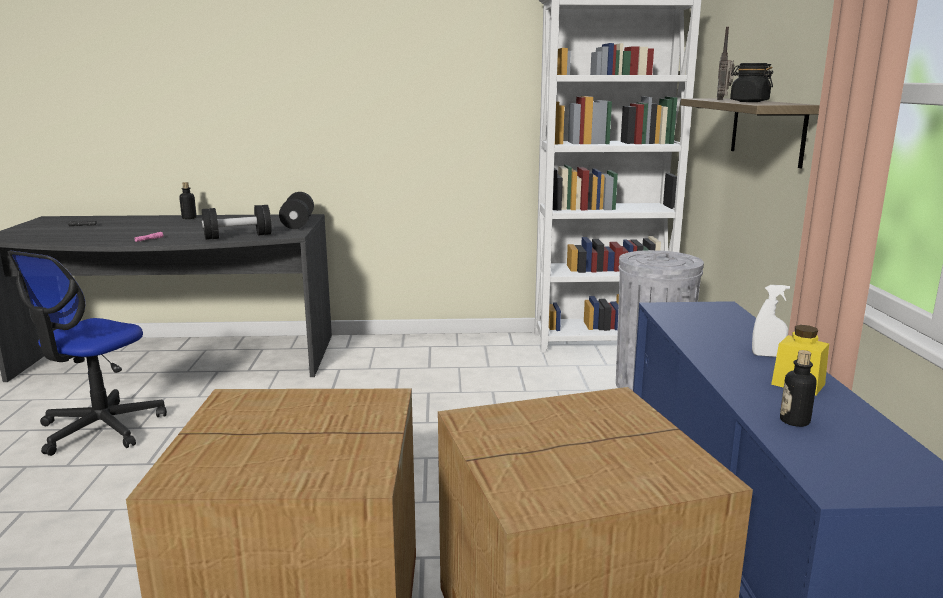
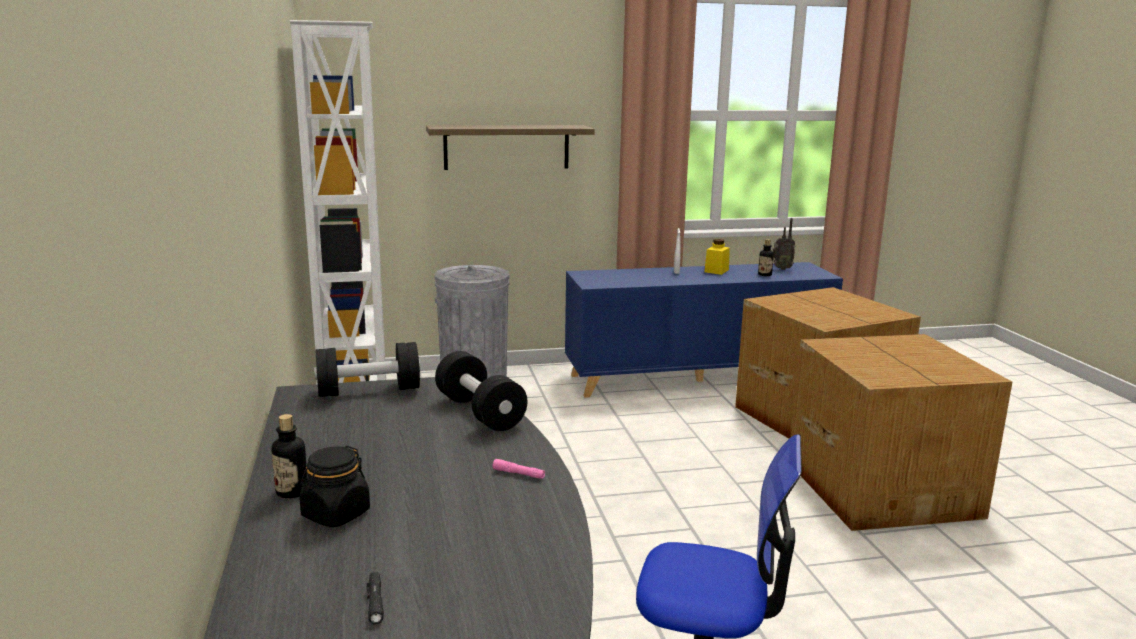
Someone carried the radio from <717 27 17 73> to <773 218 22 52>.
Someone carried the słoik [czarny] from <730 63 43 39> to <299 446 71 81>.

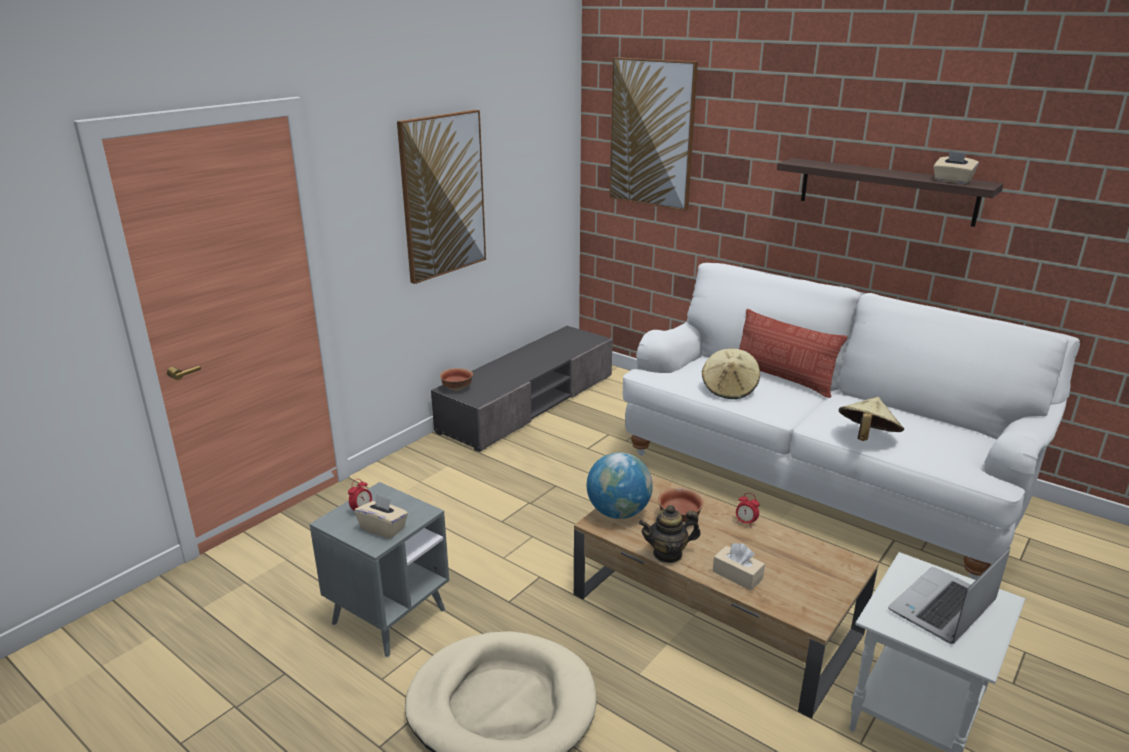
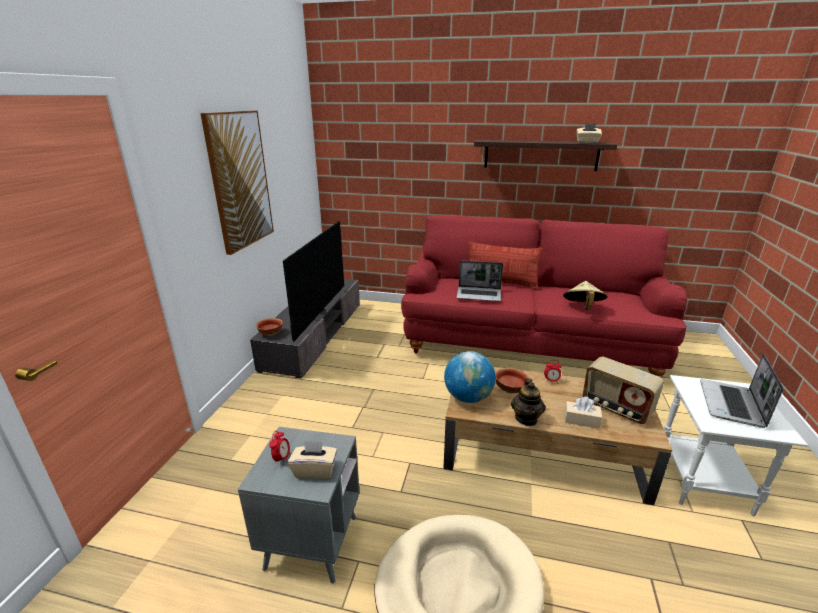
Someone took away the obraz at <609 57 89 154>.
Someone put down the telewizor at <283 221 61 121>.
Someone put down the radio at <582 356 82 68>.
Someone swapped the kapelusz [beżowy] at <702 348 58 51> for the laptop at <456 260 47 42>.
Someone repainted the kanapa [biały] at <623 263 457 317>, which became the kanapa [czerwony] at <401 215 286 163>.
Someone rotated the imbryk at <639 505 62 58> by 45 degrees counterclockwise.

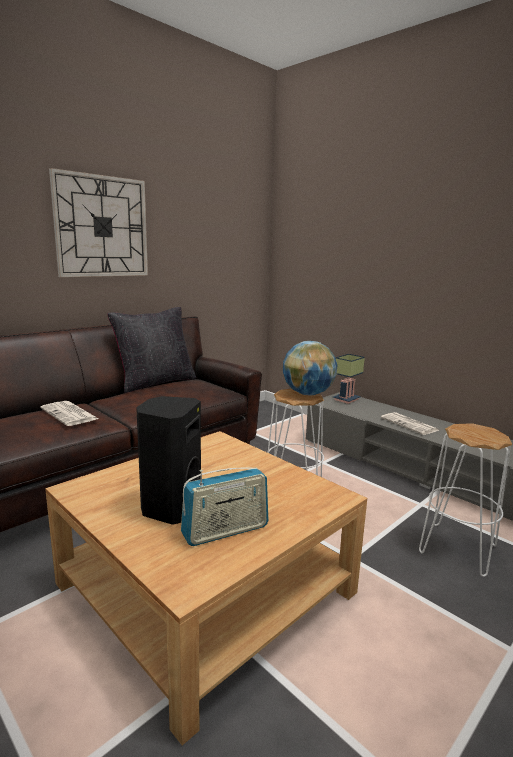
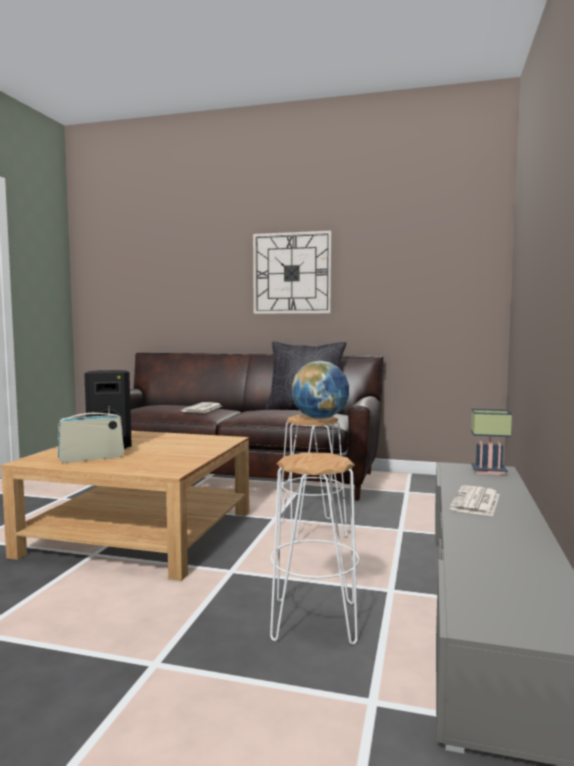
Someone rotated the radio at <181 467 88 79> by 120 degrees clockwise.

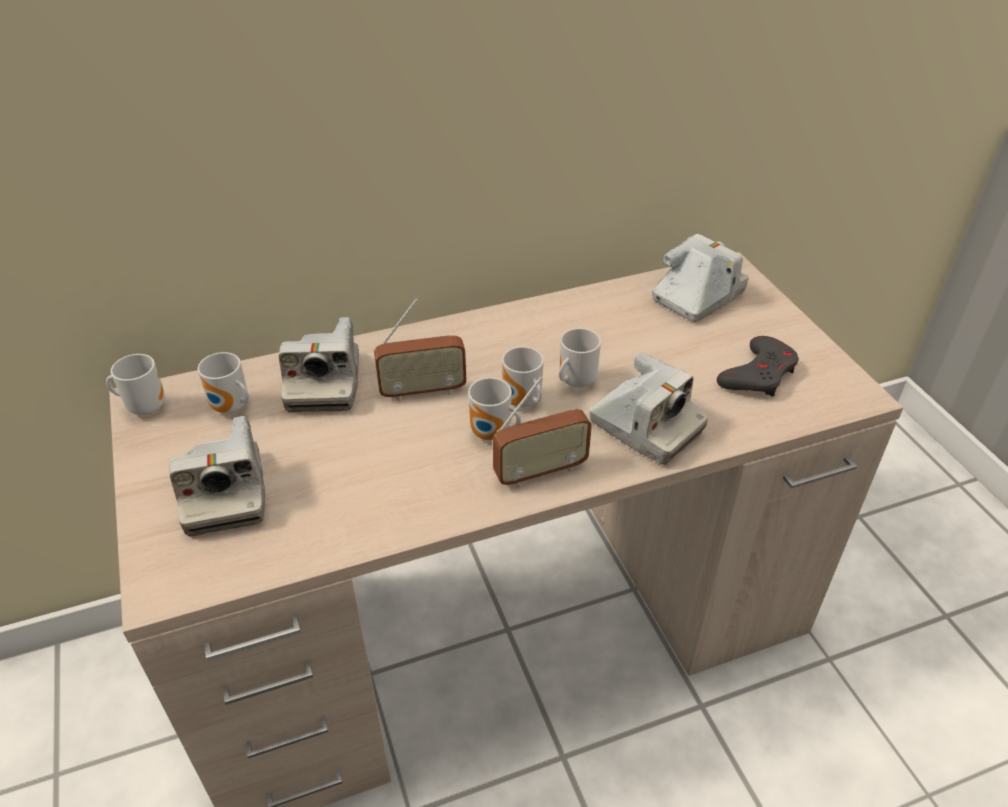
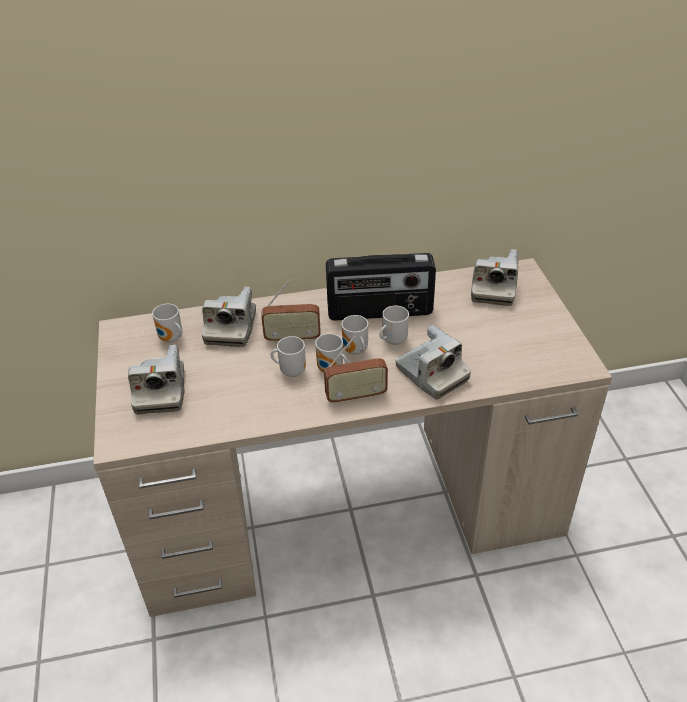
Someone took away the pad do gier [szary] at <717 336 82 61>.
Someone put down the radio at <326 253 110 68>.
Someone carried the kubek from <106 354 59 61> to <271 336 35 41>.
Someone rotated the aparat fotograficzny at <652 234 97 88> by 135 degrees clockwise.

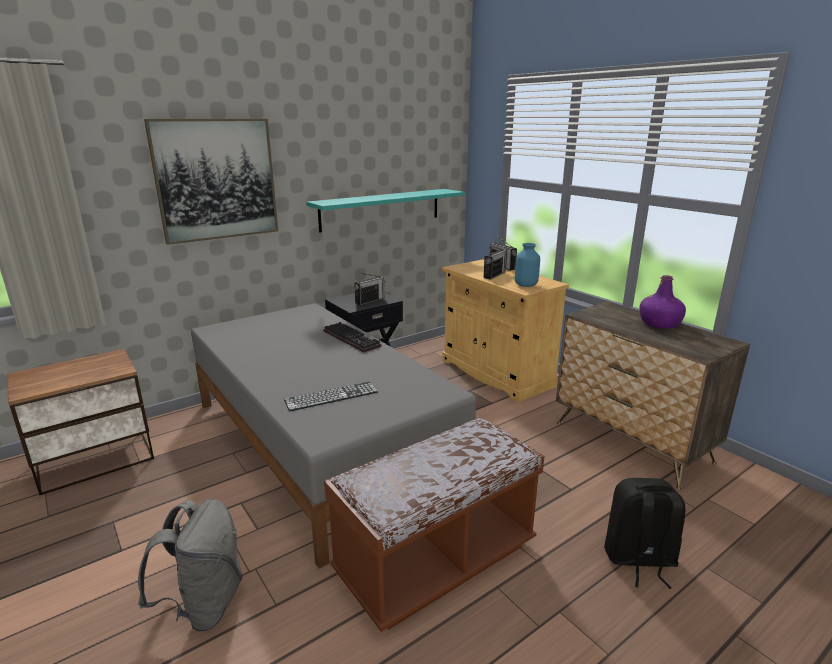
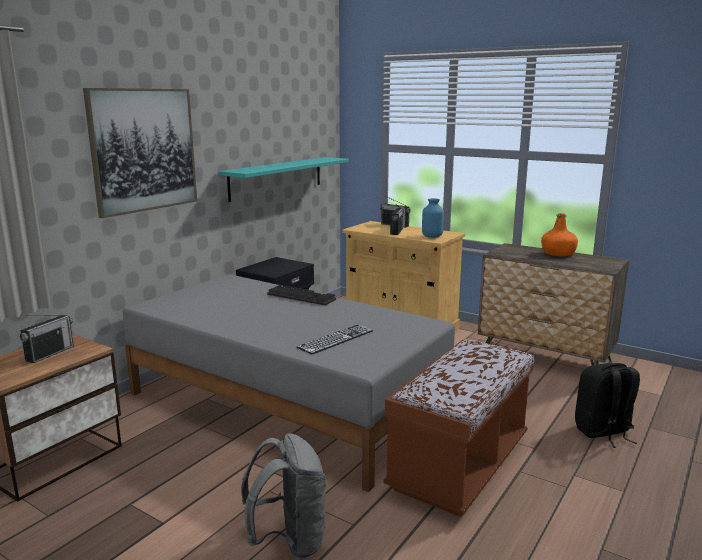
Someone carried the radio from <354 273 32 32> to <19 314 55 49>.
Someone repainted the butelka [fioletowy] at <640 275 46 54>, which became the butelka [pomarańczowy] at <541 213 37 43>.

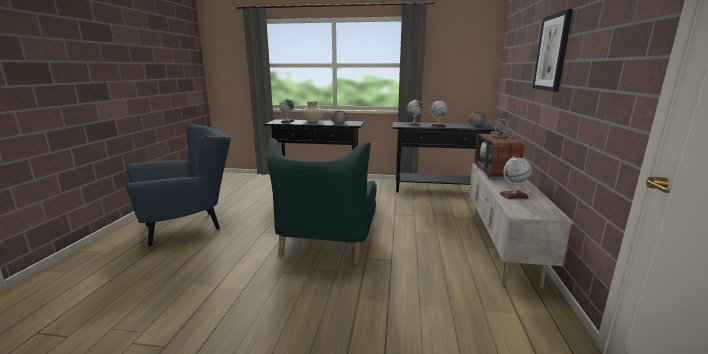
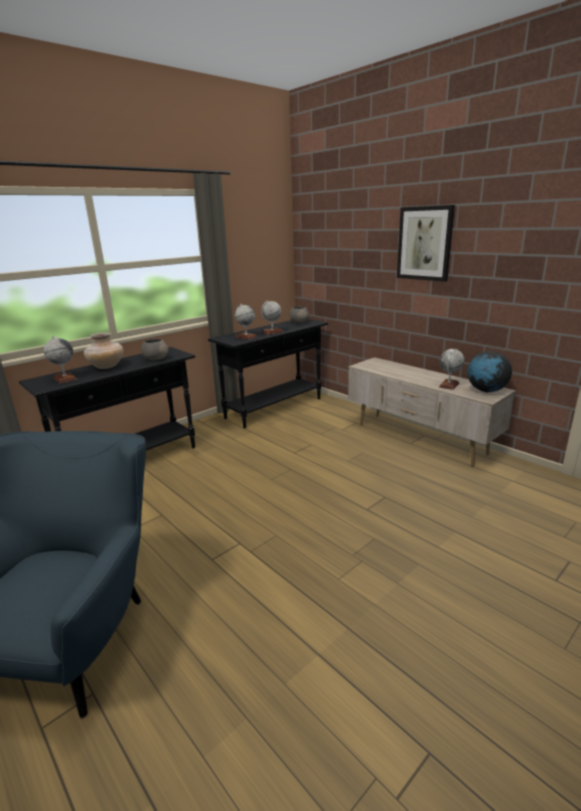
Someone took away the fotel [zielony] at <266 138 111 126>.
Someone took away the telewizor at <474 107 50 77>.
Someone put down the globus at <467 351 45 41>.

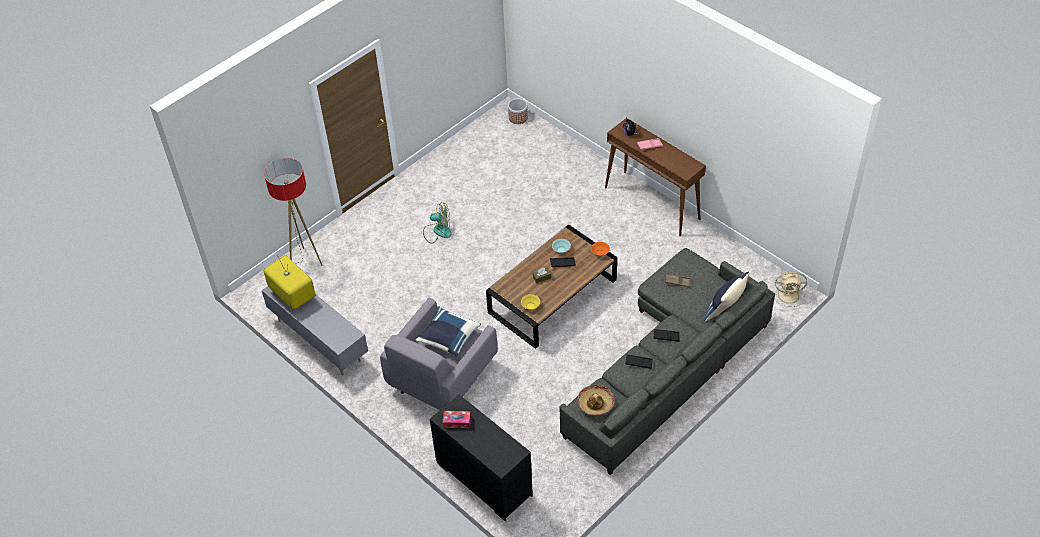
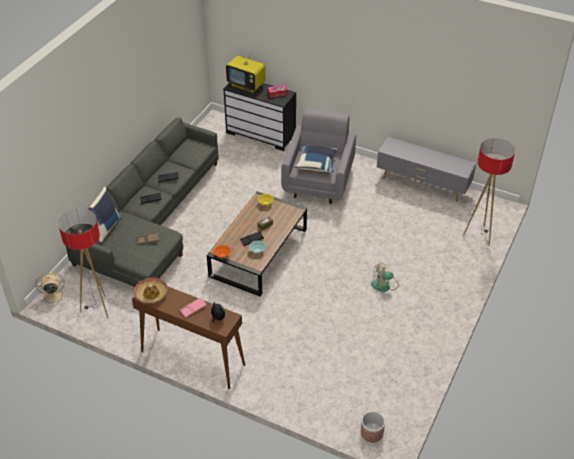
Someone put down the lampa stojąca at <58 208 50 110>.
Someone carried the telewizor from <264 255 52 55> to <226 52 40 41>.
Someone carried the kapelusz from <577 385 37 30> to <134 277 34 26>.

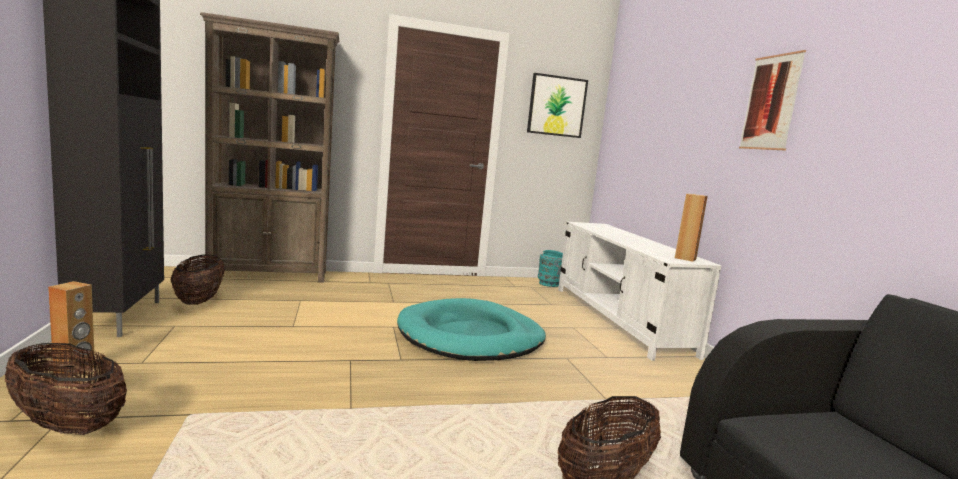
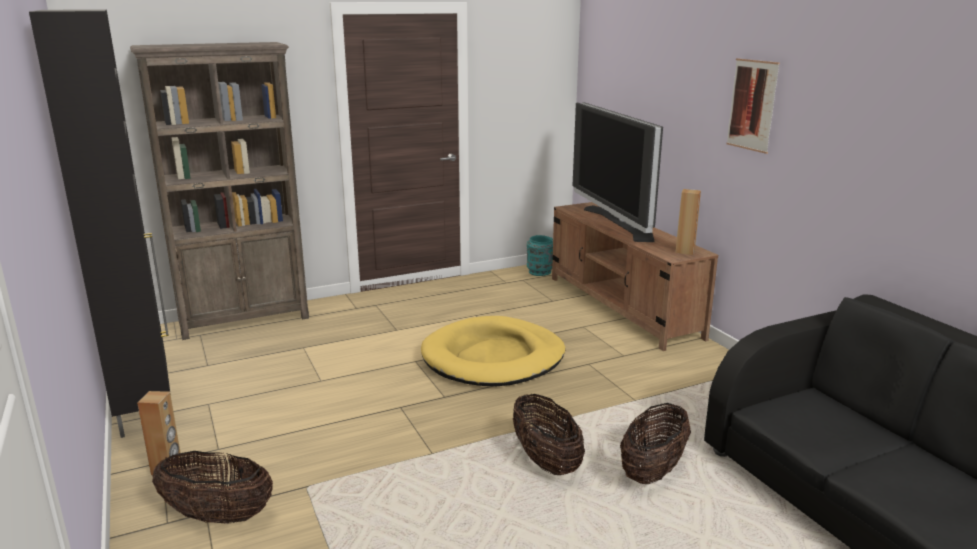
Someone took away the obraz at <527 73 61 65>.
Someone put down the telewizor at <573 102 90 140>.
Someone carried the koszyk from <171 254 54 51> to <513 394 72 81>.
Someone repainted the legowisko [turkusowy] at <397 298 149 63>, which became the legowisko [żółty] at <421 316 144 70>.
Someone repainted the szafka pod telewizor [biały] at <558 222 164 139>, which became the szafka pod telewizor [brązowy] at <552 202 166 149>.

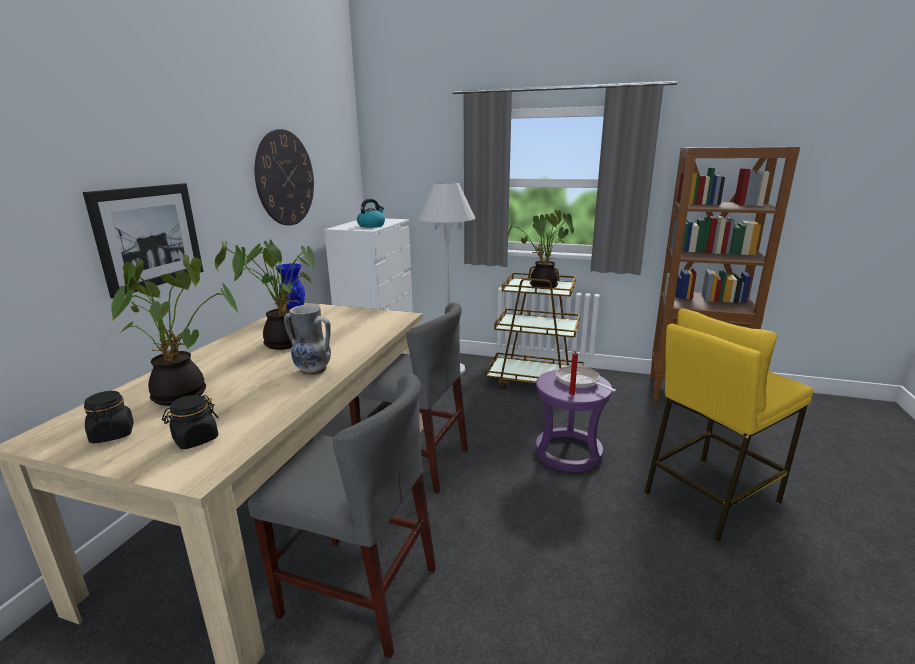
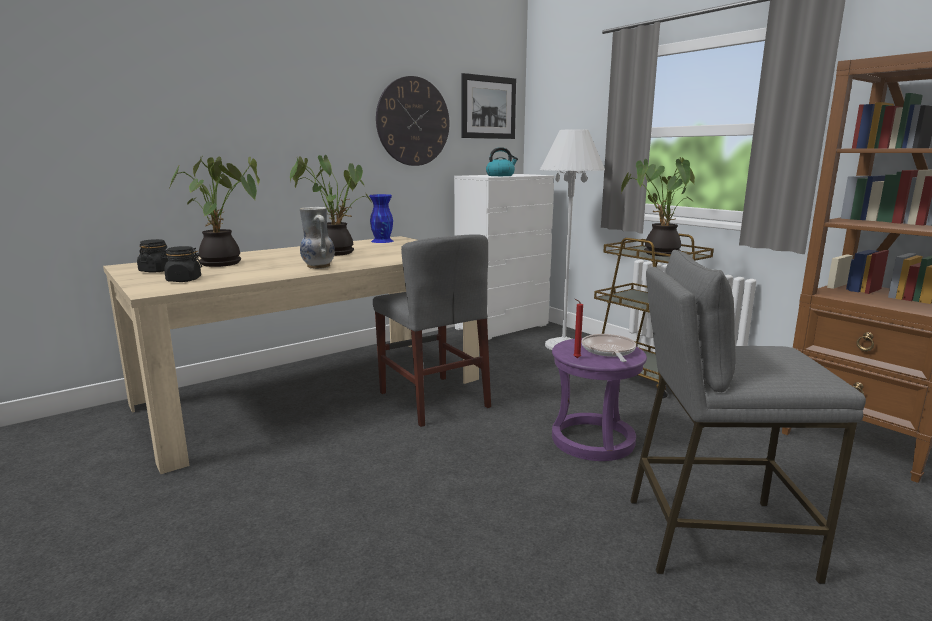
Someone took away the krzesło [szary] at <248 373 188 285>.
Someone carried the obraz from <83 183 120 116> to <461 73 55 66>.
Someone repainted the stołek [żółty] at <644 308 169 234>, which became the stołek [szary] at <630 250 236 334>.

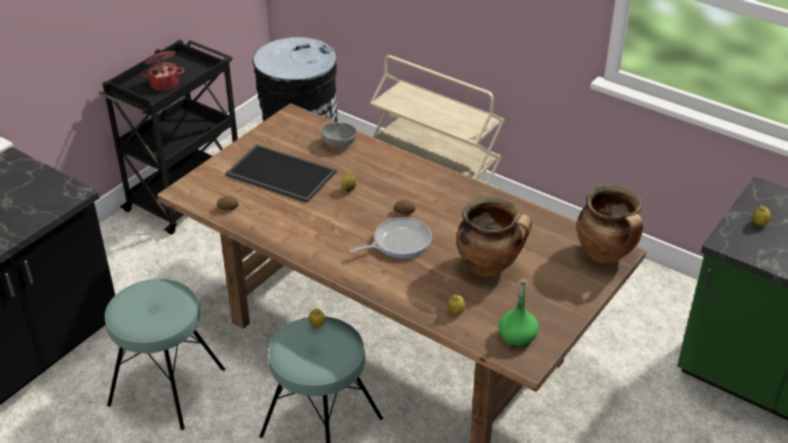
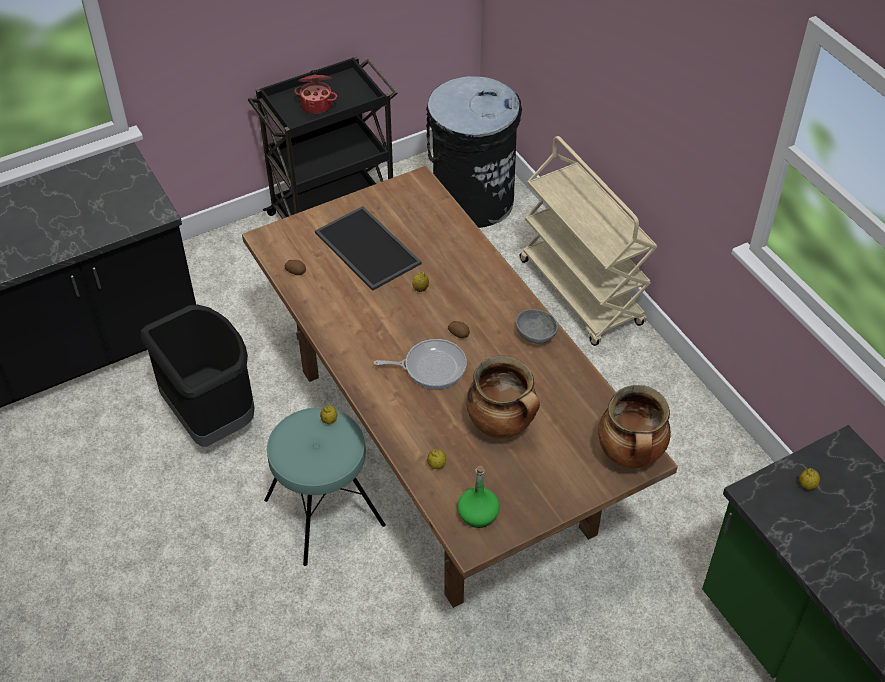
Someone carried the miska [szary] from <321 123 36 24> to <516 309 42 35>.
Someone swapped the stołek [turkusowy] at <105 279 120 151> for the kosz na śmieci [czarny] at <141 305 114 142>.

